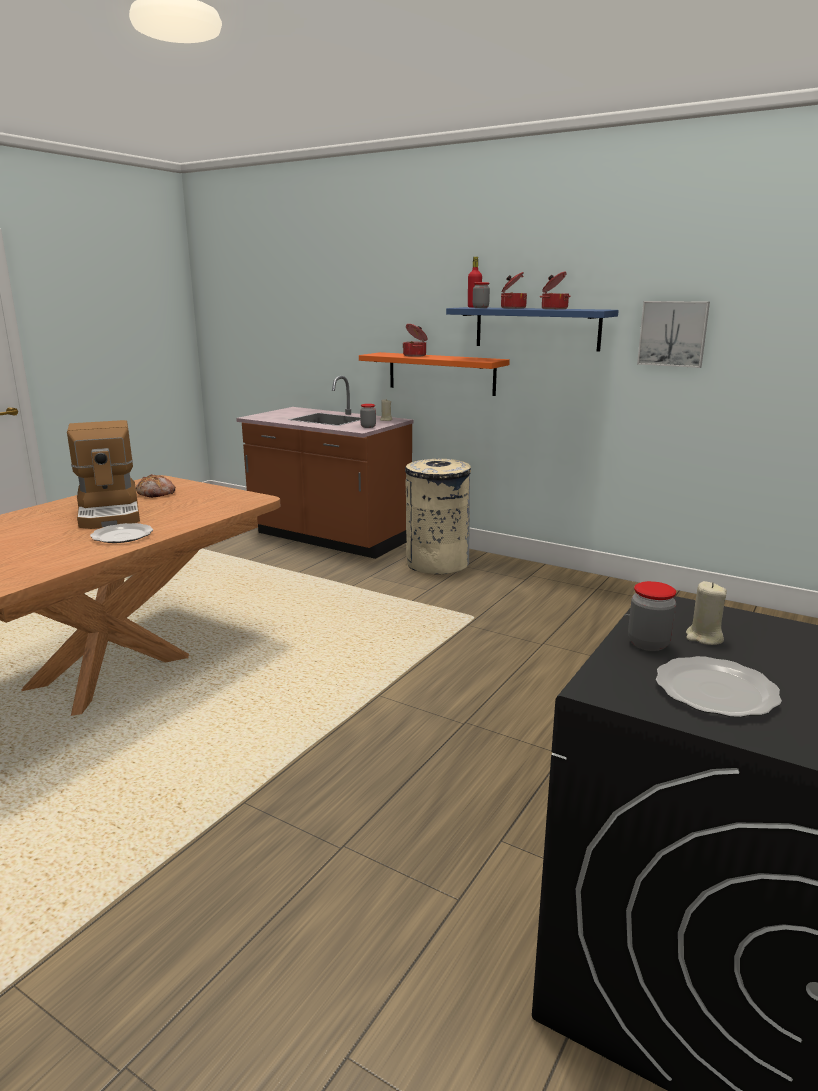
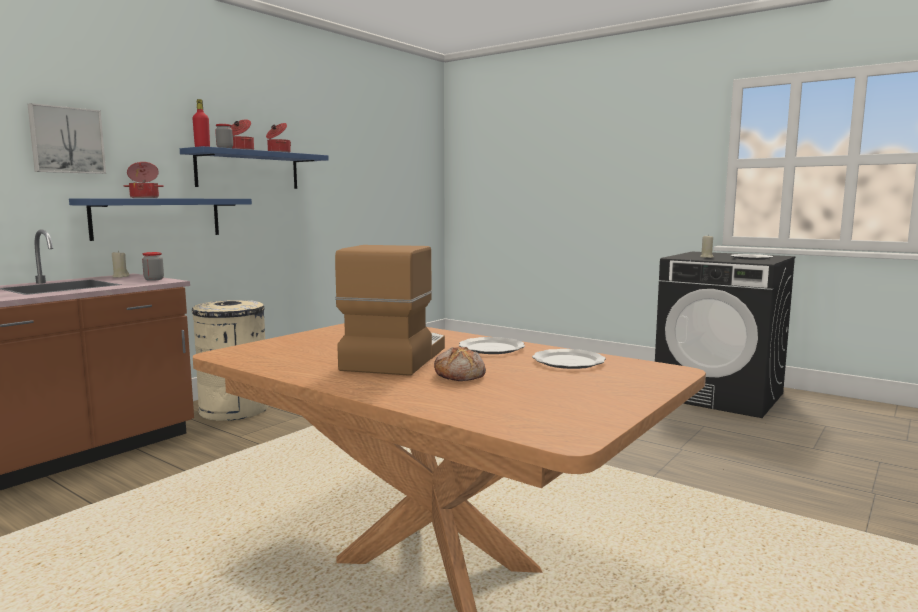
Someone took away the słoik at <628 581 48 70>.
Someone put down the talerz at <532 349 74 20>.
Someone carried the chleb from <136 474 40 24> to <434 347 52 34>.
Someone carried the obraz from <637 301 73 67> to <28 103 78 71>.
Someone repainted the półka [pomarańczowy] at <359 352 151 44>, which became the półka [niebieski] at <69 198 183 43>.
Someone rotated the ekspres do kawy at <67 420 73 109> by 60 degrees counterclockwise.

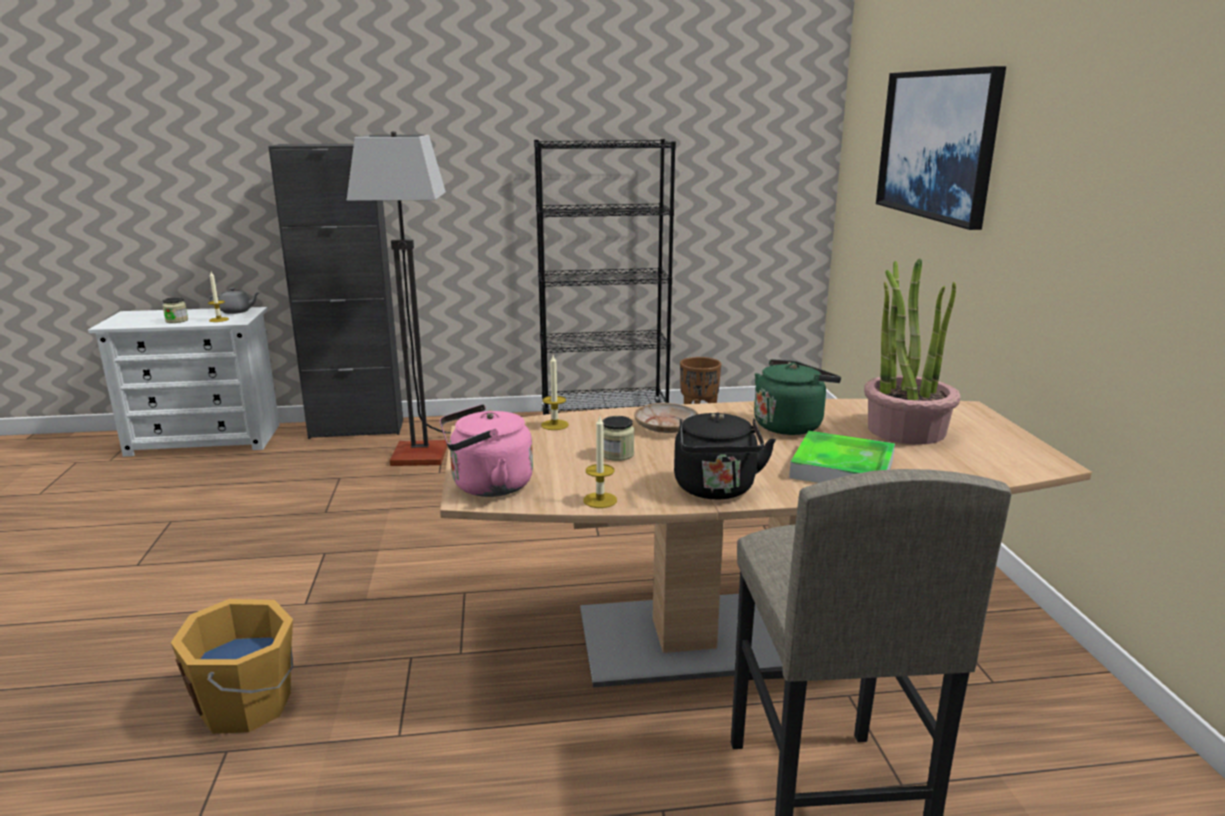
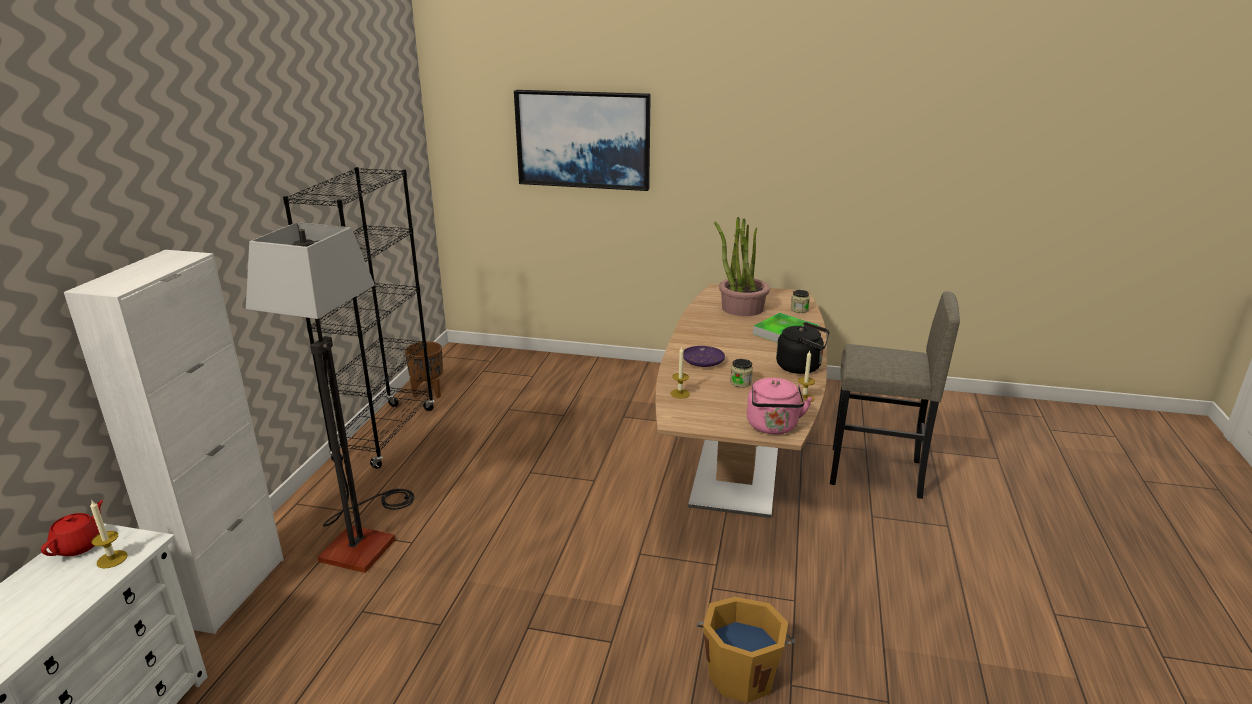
Someone took away the czajnik [zielony] at <754 359 87 76>.
Someone carried the słoik from <163 297 25 26> to <791 290 19 23>.
Someone repainted the imbryk [szary] at <209 287 51 27>, which became the imbryk [czerwony] at <41 500 62 56>.
Someone repainted the szafka [czarny] at <268 144 135 295>, which became the szafka [biały] at <64 250 220 384>.
Someone repainted the talerz [beżowy] at <634 403 64 30>, which became the talerz [fioletowy] at <683 346 42 21>.

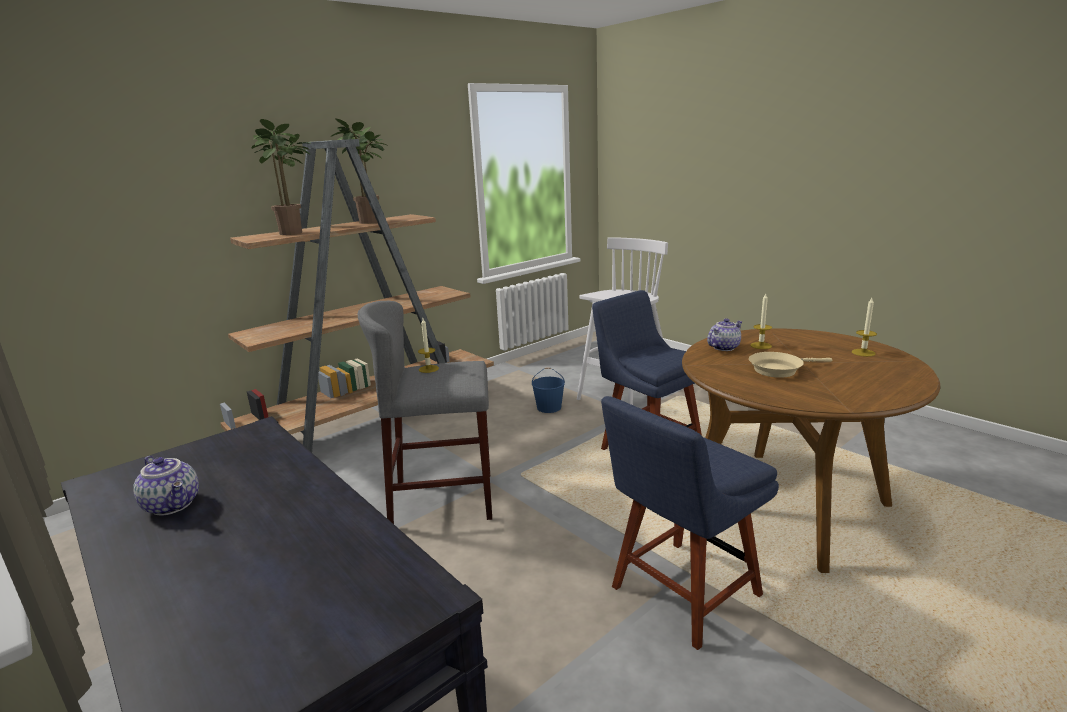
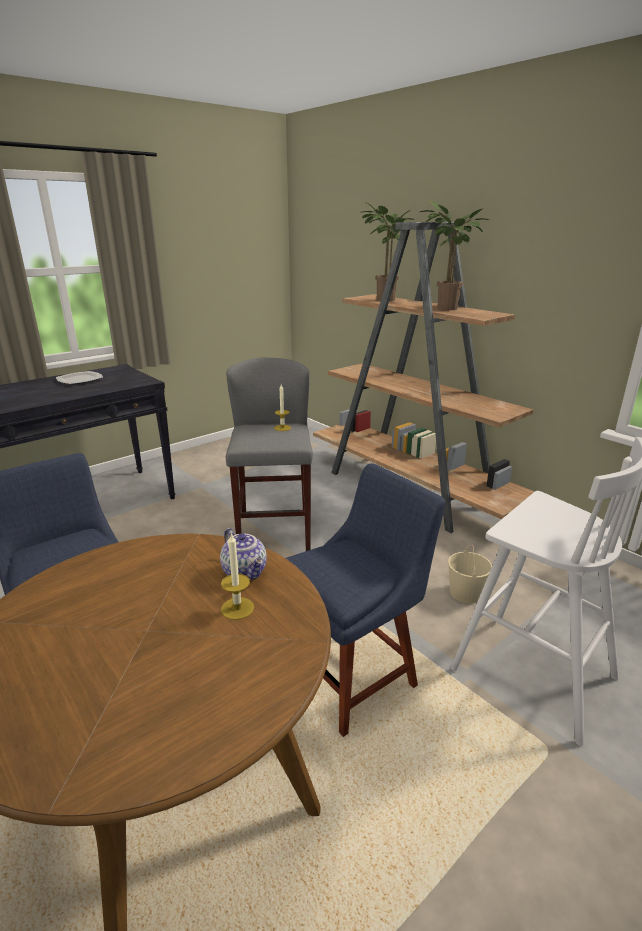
Someone took away the patelnia [beżowy] at <749 352 84 26>.
Someone took away the świeca at <852 298 25 59>.
Someone swapped the imbryk at <133 456 66 60> for the talerz at <56 371 47 14>.
Someone repainted the wiadro [niebieski] at <532 367 33 46>, which became the wiadro [beżowy] at <448 545 44 58>.

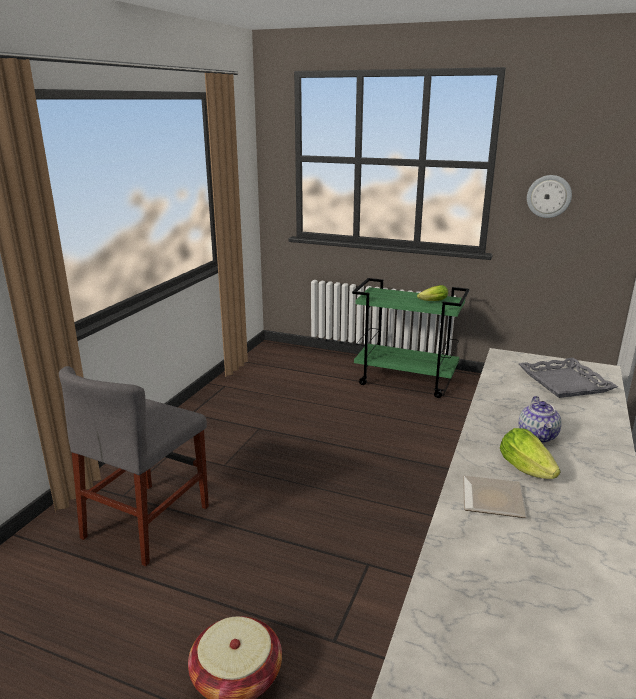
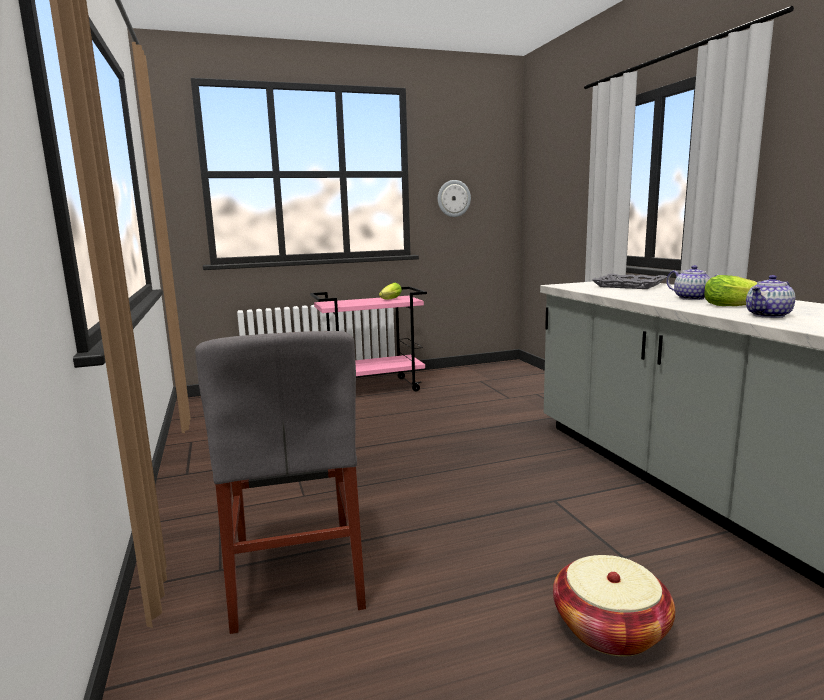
Someone swapped the talerz at <463 475 64 43> for the imbryk at <746 275 49 43>.
Someone repainted the wózek [zielony] at <352 278 117 120>, which became the wózek [różowy] at <310 287 117 105>.

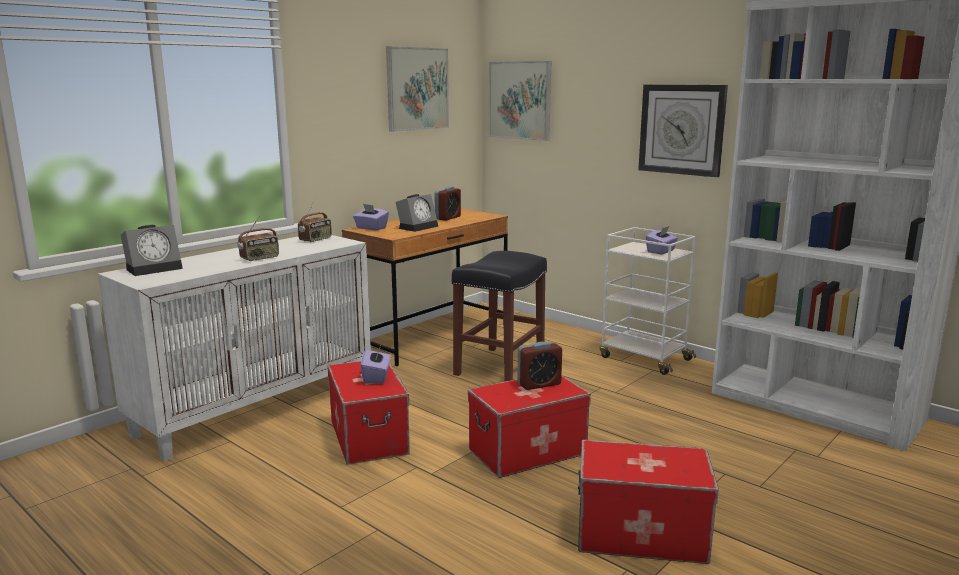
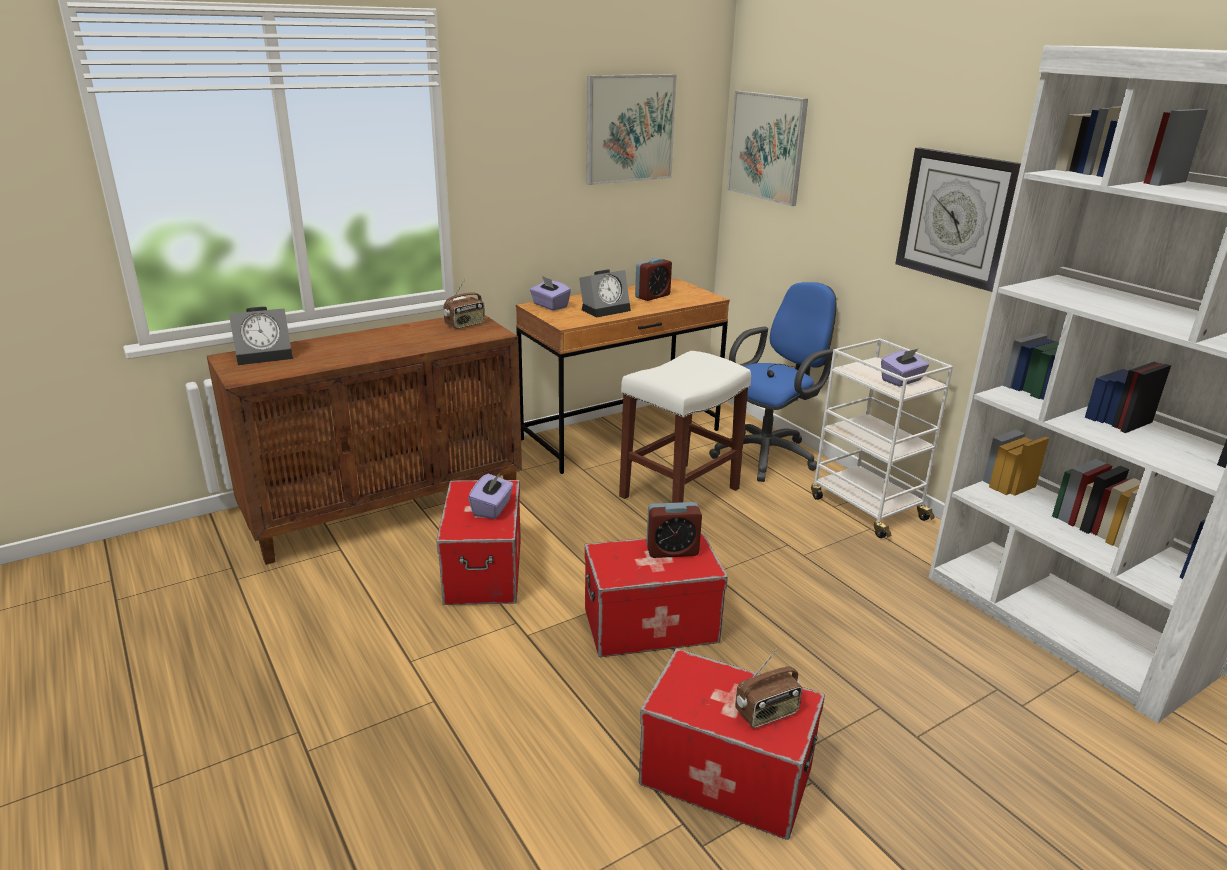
Someone put down the krzesło biurowe [niebieski] at <709 282 127 200>.
Someone carried the radio from <238 216 41 45> to <735 649 67 79>.
Someone repainted the szafka [biały] at <98 235 273 227>, which became the szafka [brązowy] at <207 315 315 250>.
Someone repainted the stołek [czarny] at <452 251 95 131>, which became the stołek [biały] at <619 351 132 152>.

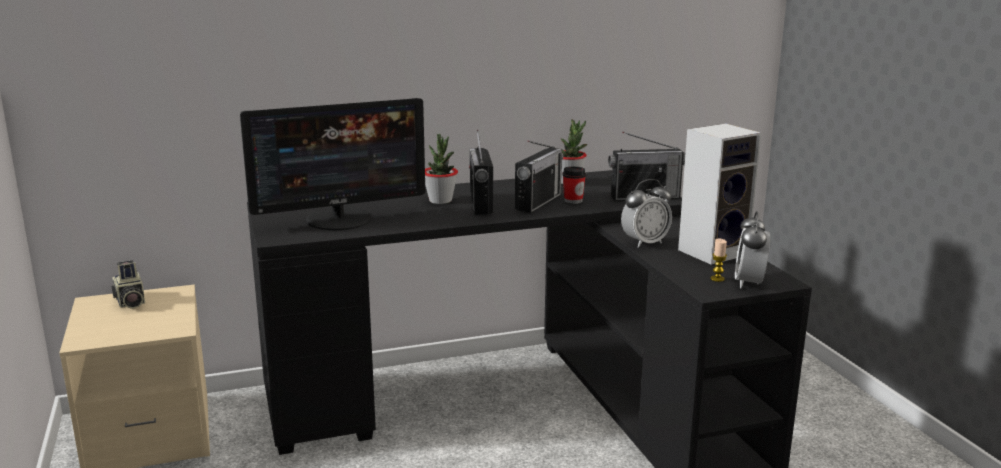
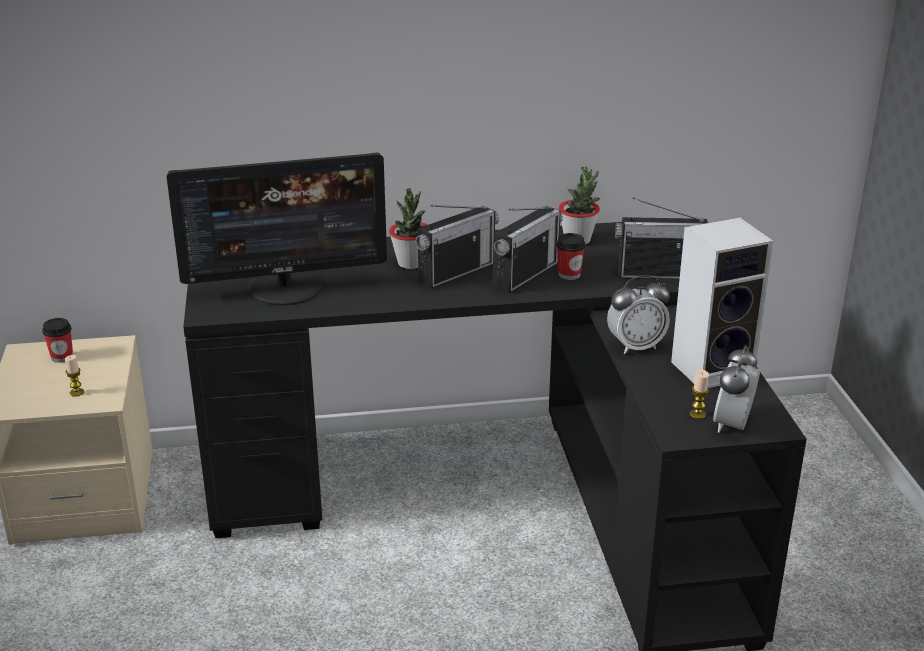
Someone put down the świeca at <65 355 19 41>.
Someone swapped the aparat fotograficzny at <111 260 34 49> for the filiżanka at <42 318 31 45>.
Someone rotated the radio at <469 129 24 86> by 135 degrees counterclockwise.

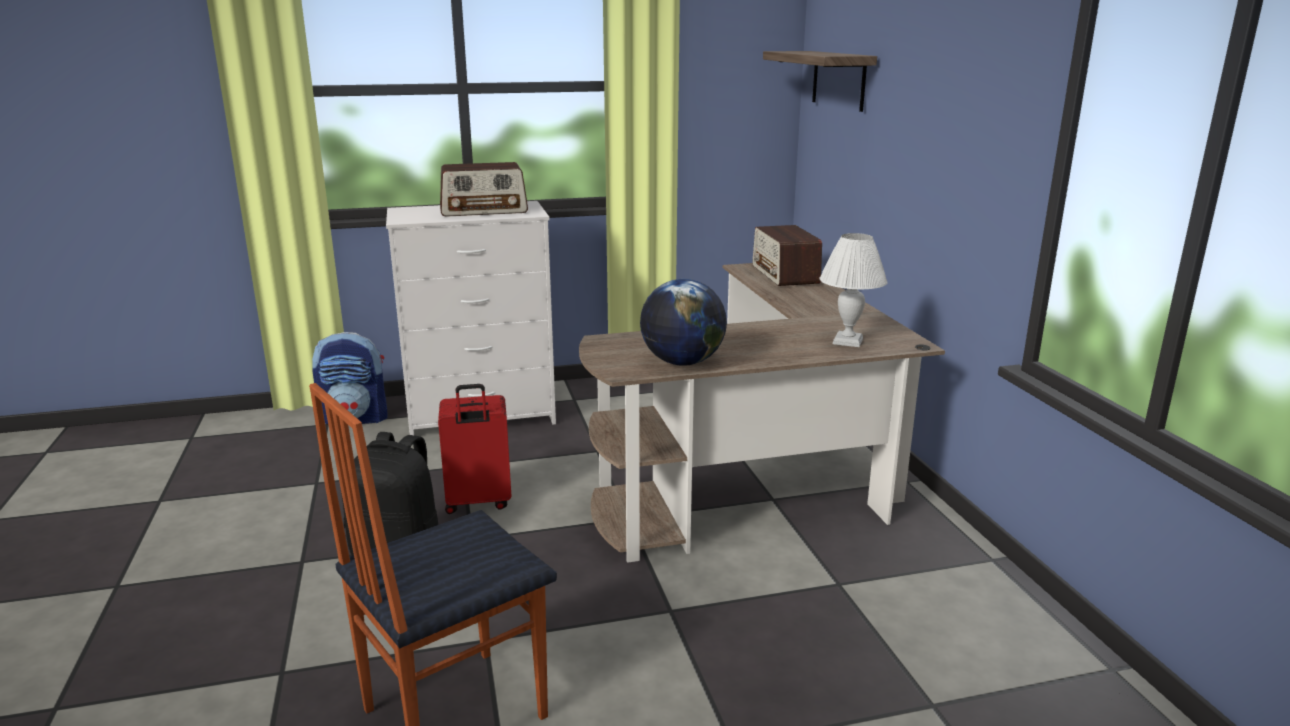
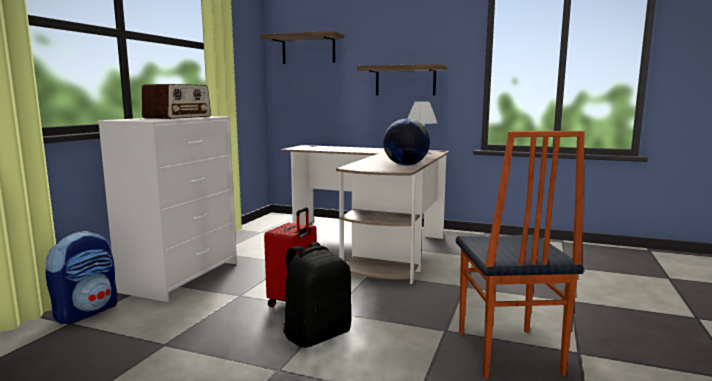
Someone took away the radio at <752 225 70 61>.
Someone put up the półka at <357 64 90 31>.

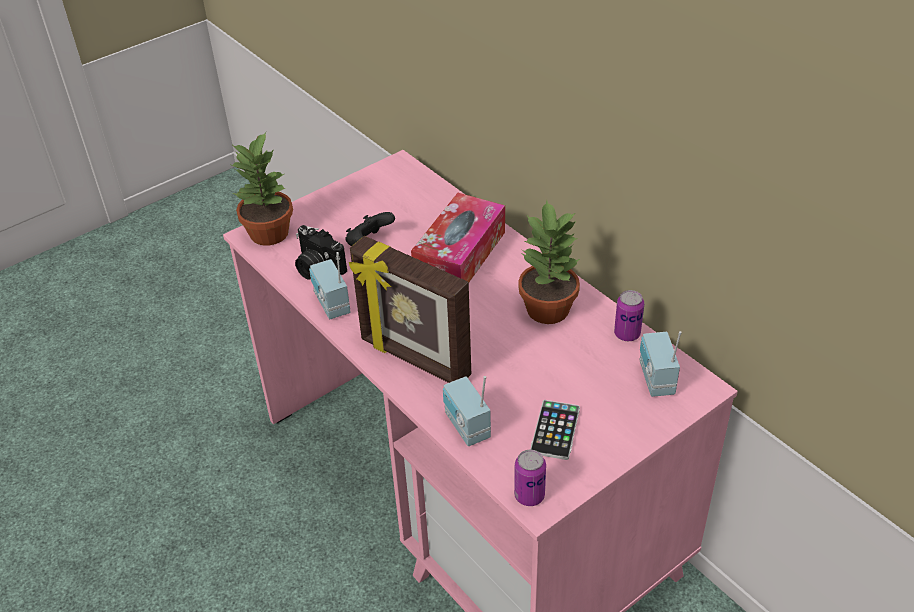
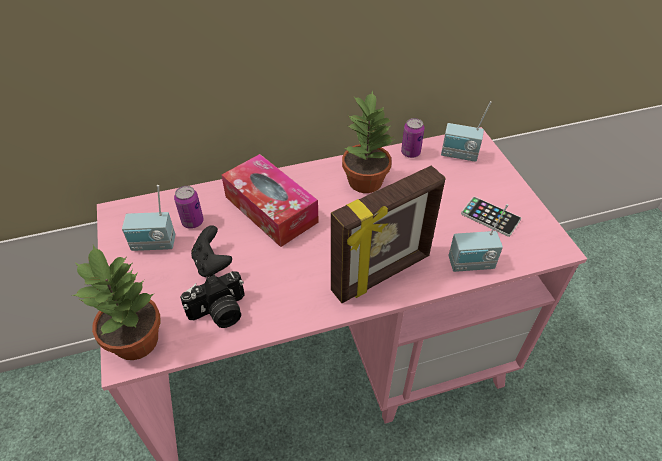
Someone carried the radio from <309 252 42 67> to <122 185 53 66>.
Someone carried the puszka from <514 449 32 57> to <174 186 30 43>.

